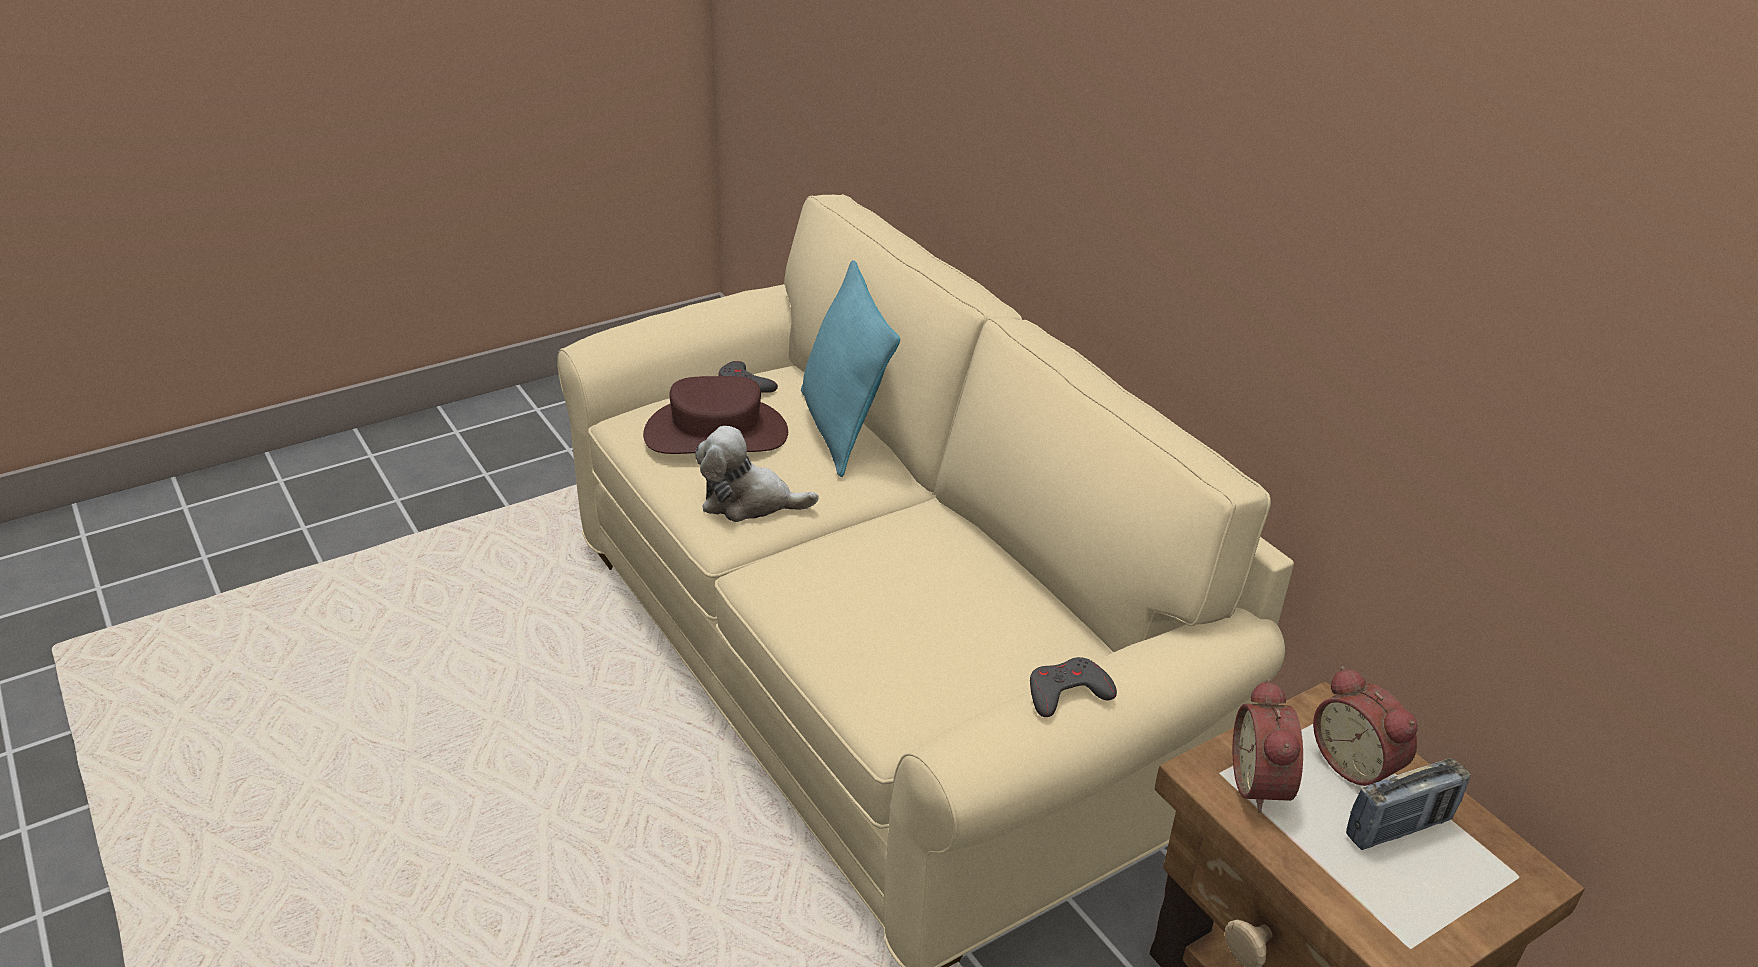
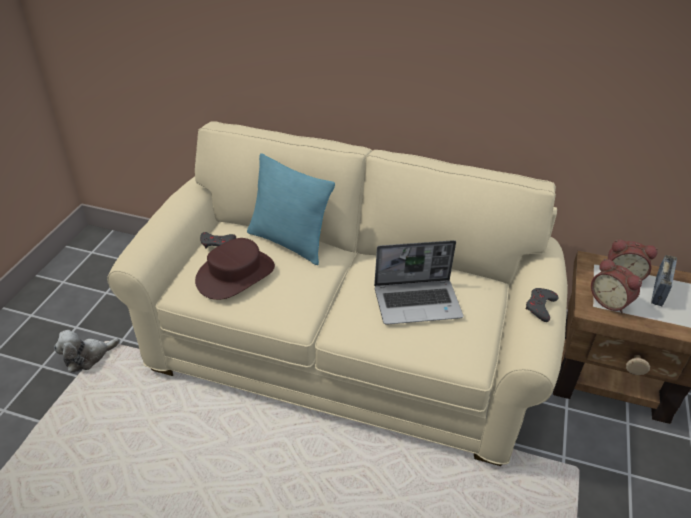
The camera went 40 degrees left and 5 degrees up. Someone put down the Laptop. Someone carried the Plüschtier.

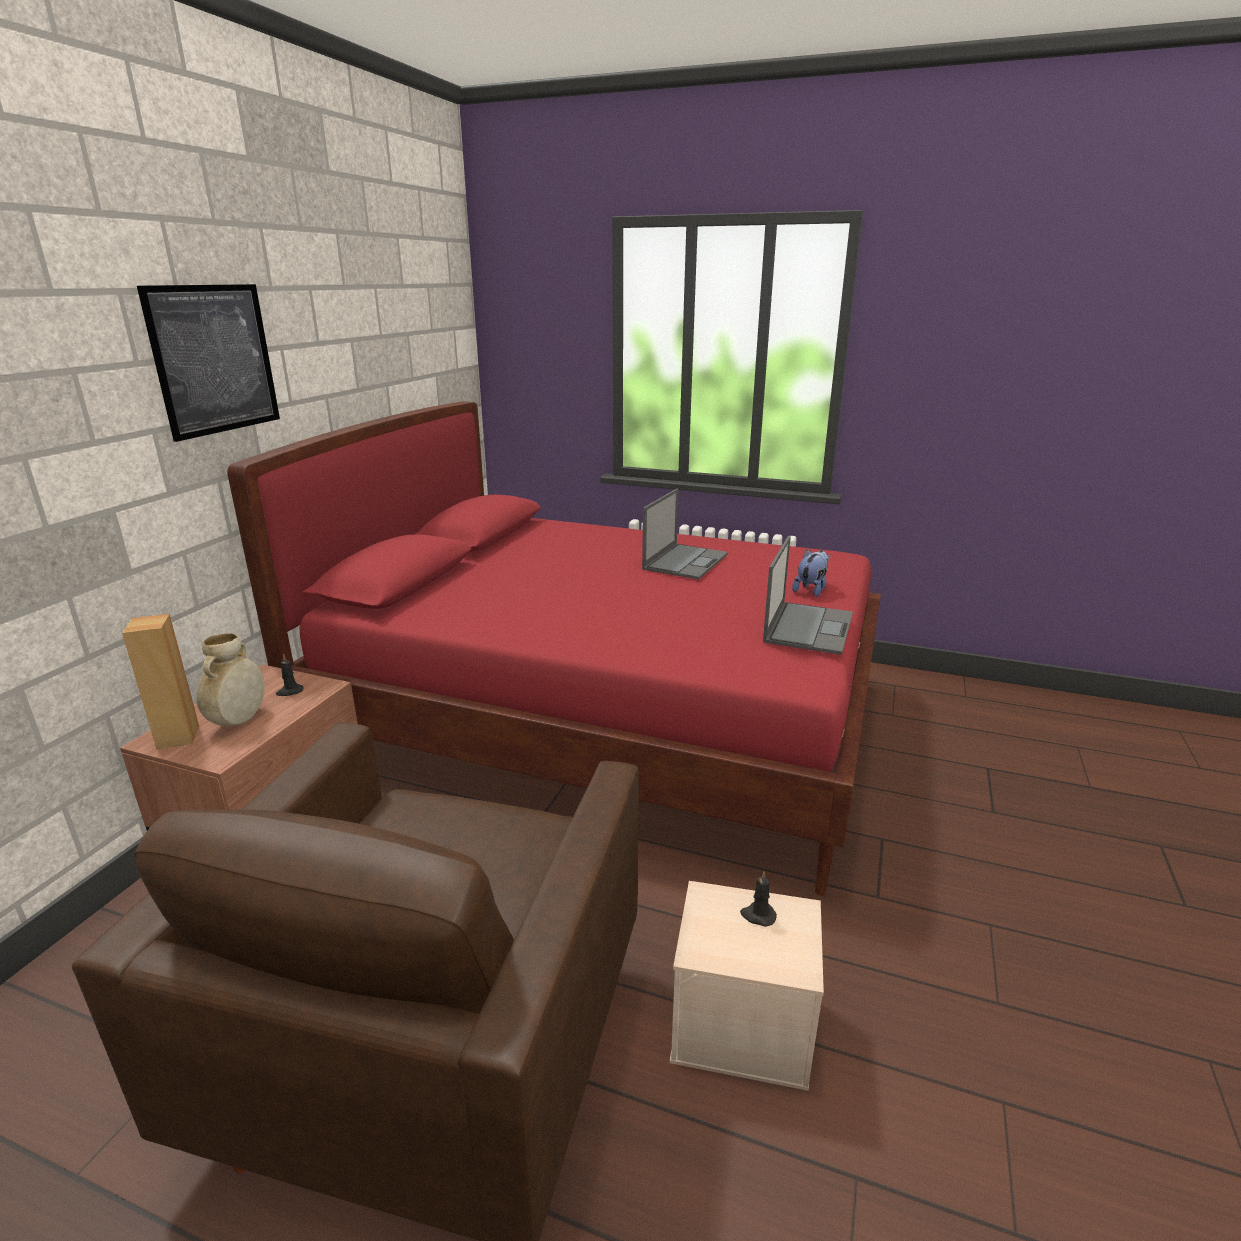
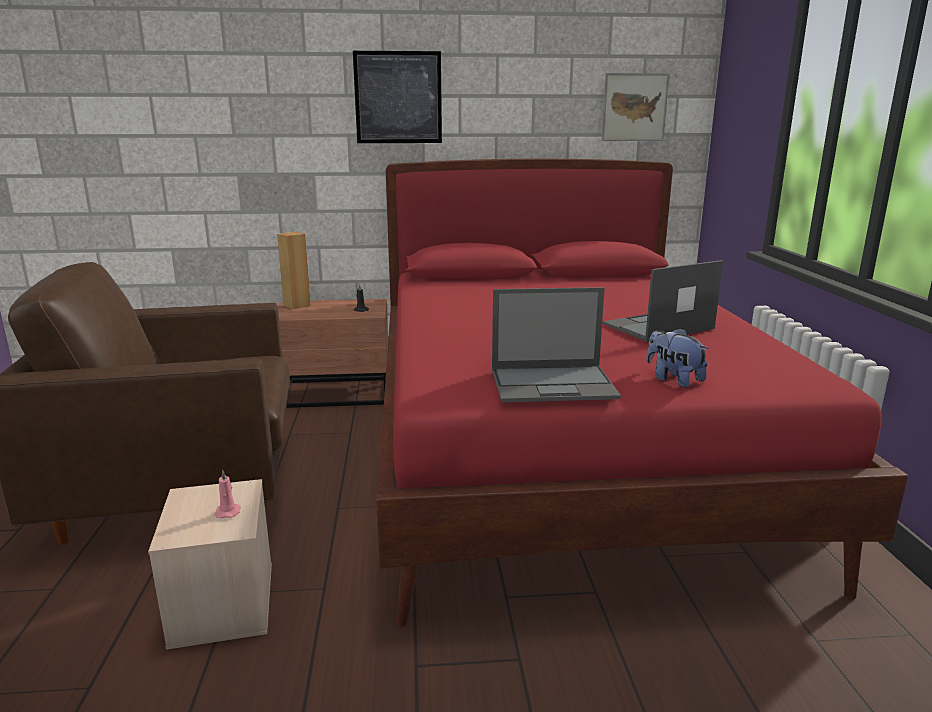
The camera went 65 degrees right and 5 degrees down. Someone took away the Vase [beige]. Someone put up the Bild (2nd from left). Someone repainted the Kerze [schwarz] (2nd from left), which became the Kerze [rosa]. Someone rotated the Laptop (1st from left in the first image) by 150 degrees clockwise. Someone rotated the Plüschtier by 135 degrees counterclockwise.

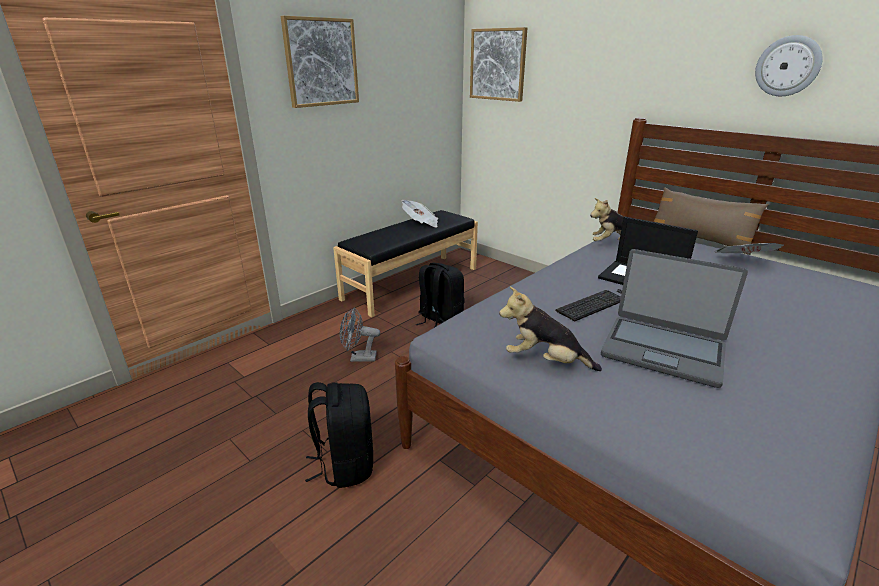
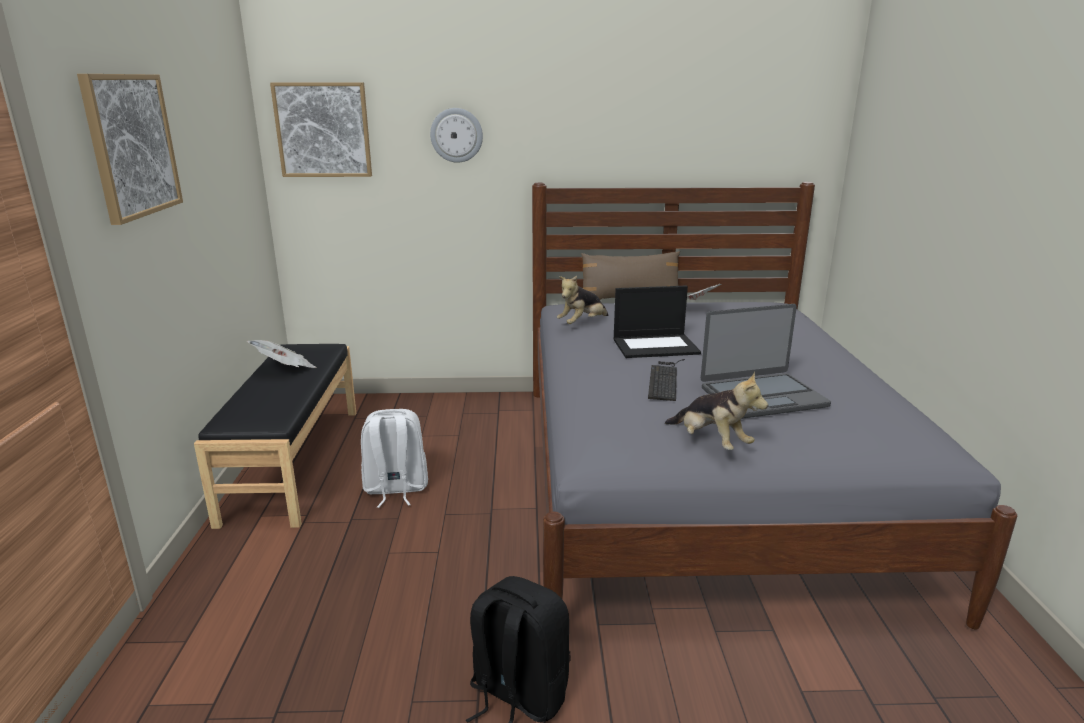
The camera went 45 degrees left and 5 degrees down. Someone took away the Ventilator [grau]. Someone carried the Wanduhr. Someone repainted the Rucksack [schwarz] (2nd from left), which became the Rucksack [weiß]. Someone rotated the Plüschtier (1st from left in the first image) by 105 degrees counterclockwise.

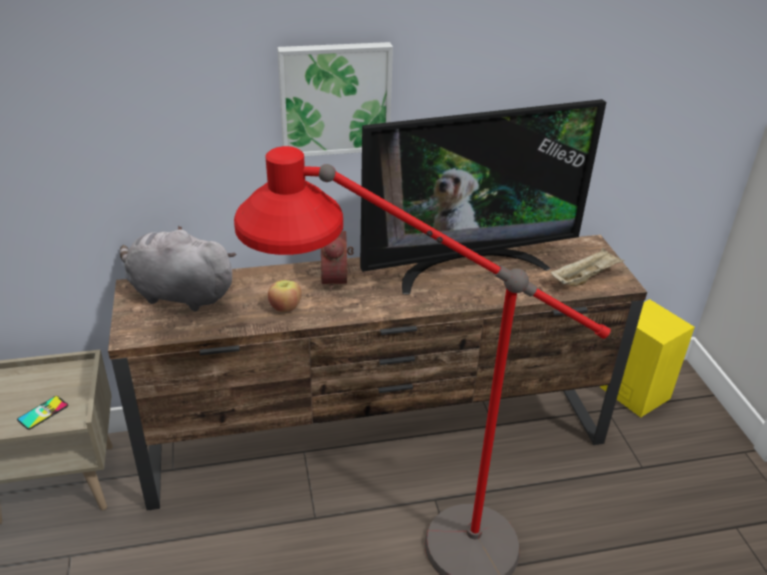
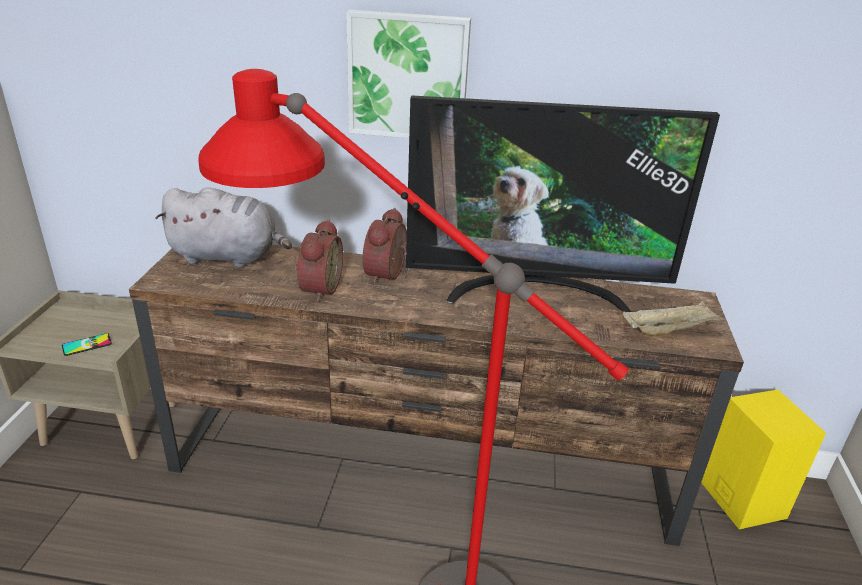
The camera went 20 degrees right and 5 degrees down. Someone swapped the Apfel for the Wecker (1st from left). Someone rotated the Plüschtier [grau] by 150 degrees clockwise.

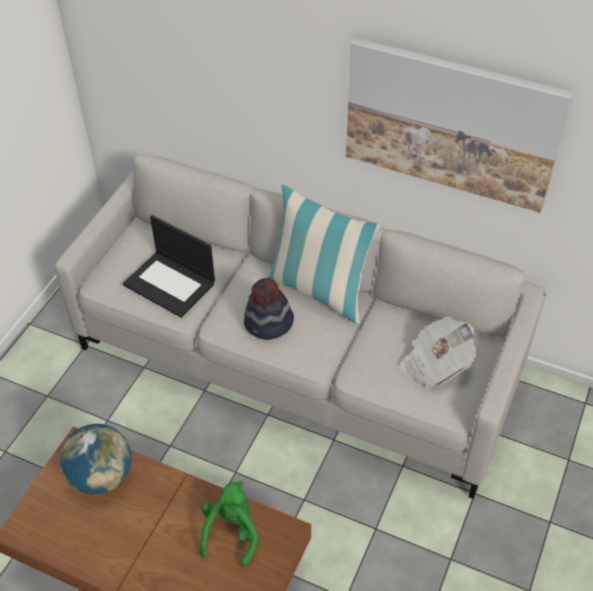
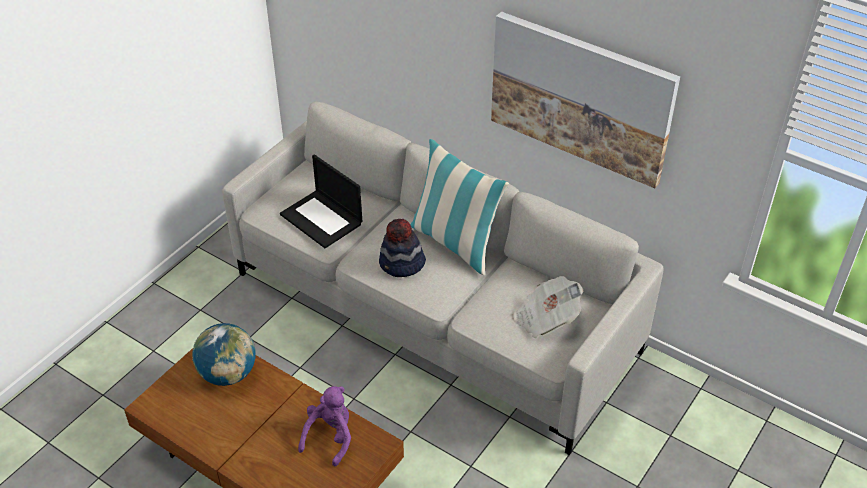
The camera went 10 degrees right and 5 degrees down. Someone repainted the Plüschtier [grün], which became the Plüschtier [lila].

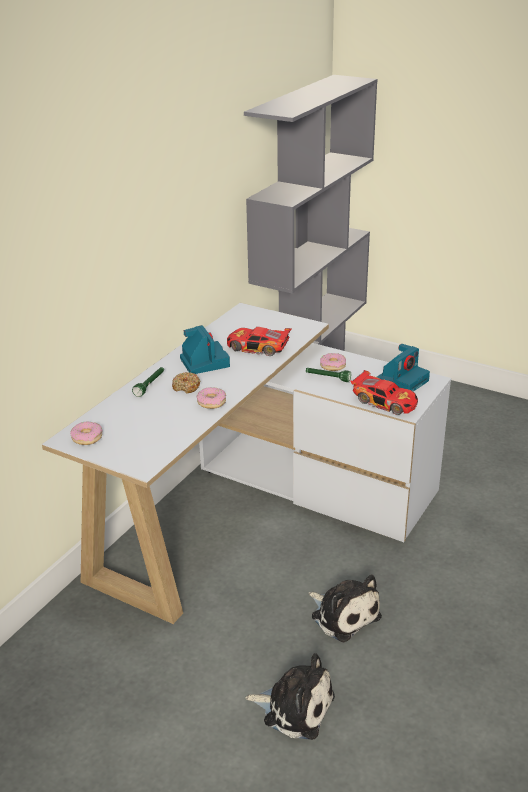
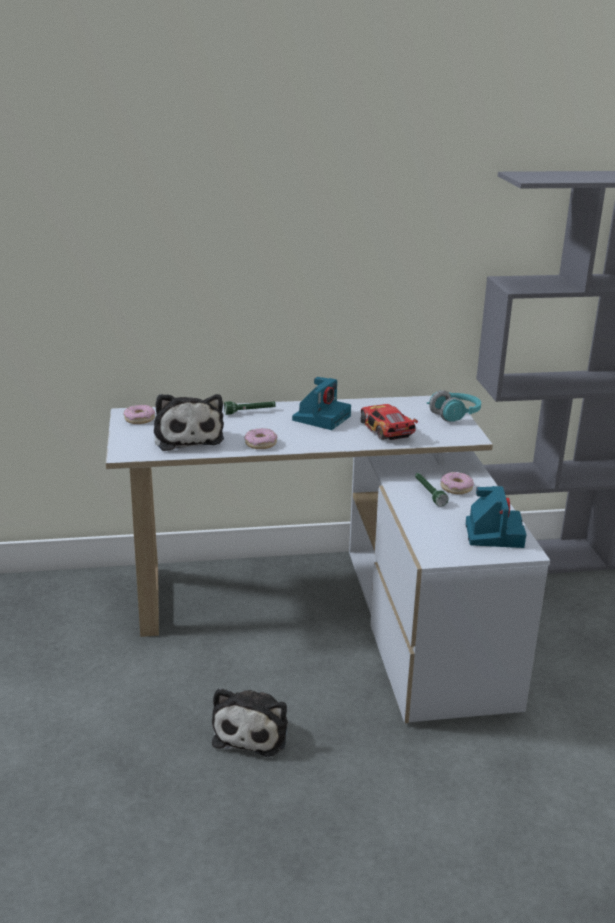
The camera went 50 degrees right and 5 degrees down. Someone took away the Donut (2nd from left). Someone took away the Spielzeugauto (2nd from left). Someone put down the Kopfhörer [türkis]. Someone carried the Plüschtier (1st from left). Someone rotated the Kamera (2nd from left) by 90 degrees counterclockwise.

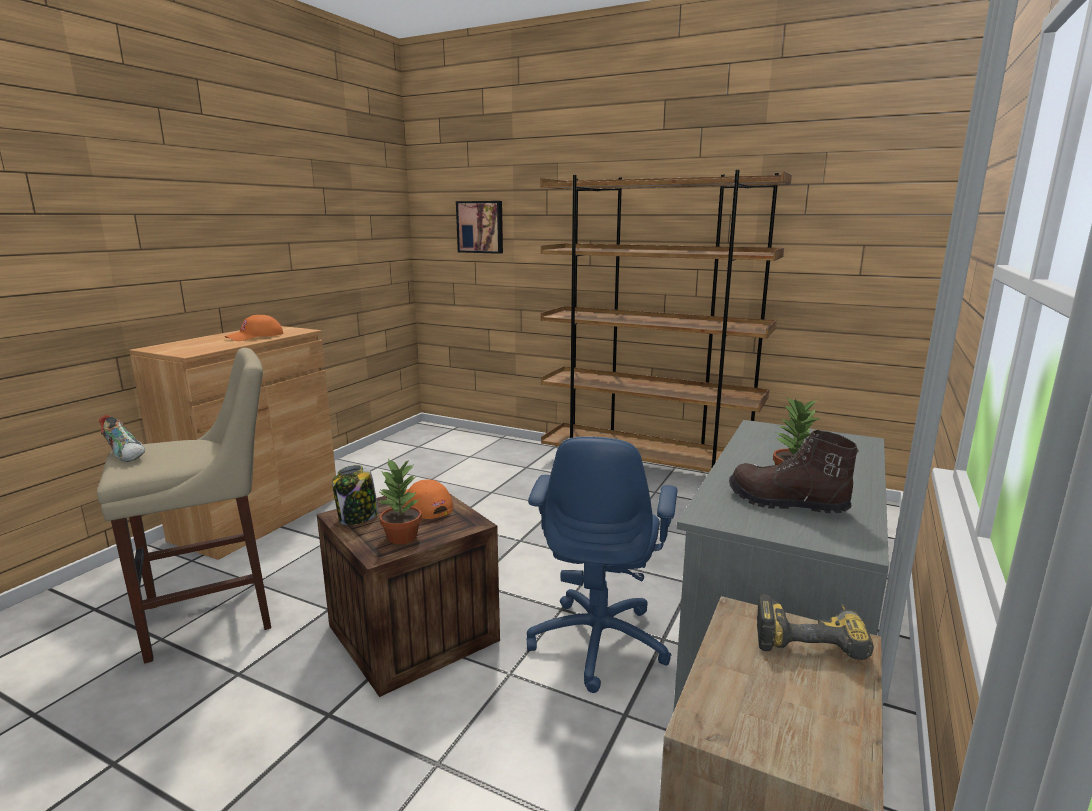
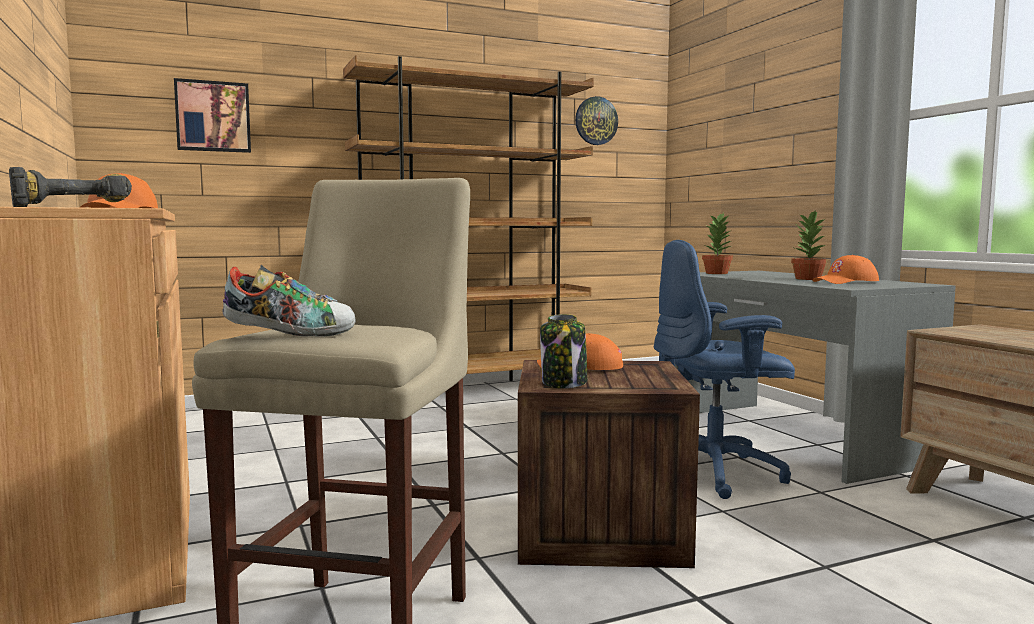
The camera went 50 degrees left and 10 degrees down. Someone put up the Wanduhr. Someone carried the Topfpflanze (1st from left). Someone carried the Bohrmaschine. Someone swapped the Stiefel [braun] for the Kappe [orange] (3rd from left). Someone rotated the Bürostuhl [blau] by 120 degrees clockwise.

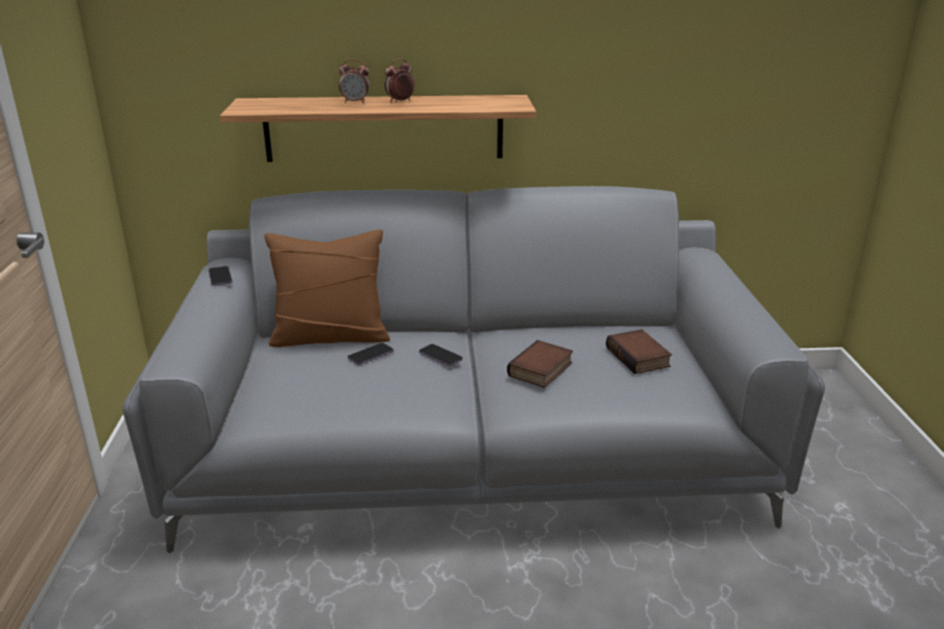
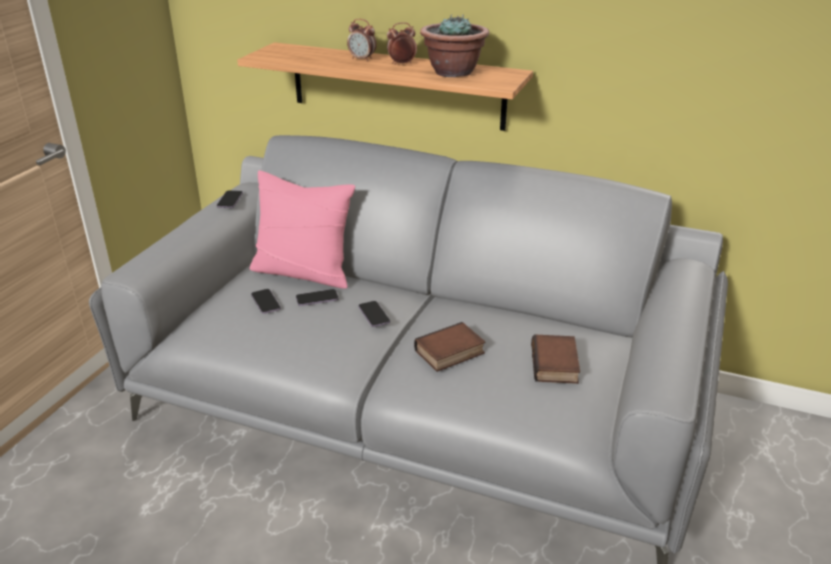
The camera went 25 degrees right and 5 degrees up. Someone put down the Handy (2nd from left). Someone put down the Topfpflanze. Someone repainted the Kissen [braun], which became the Kissen [rosa].

